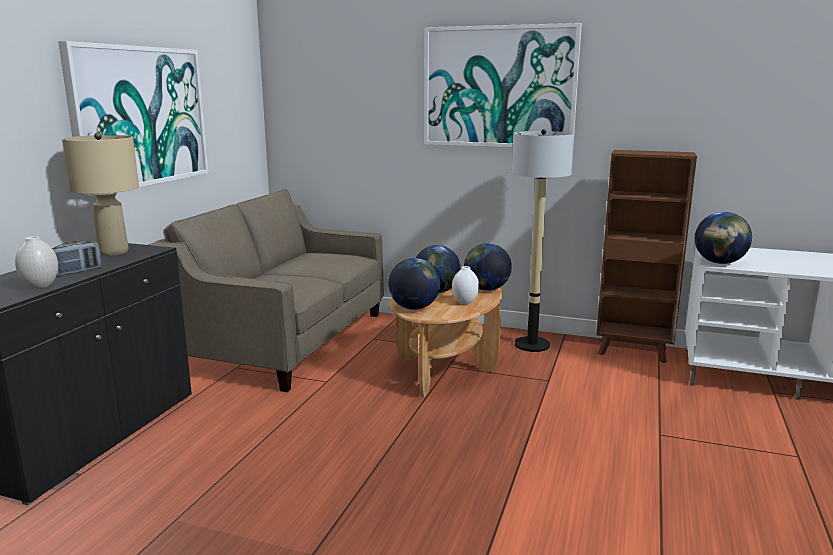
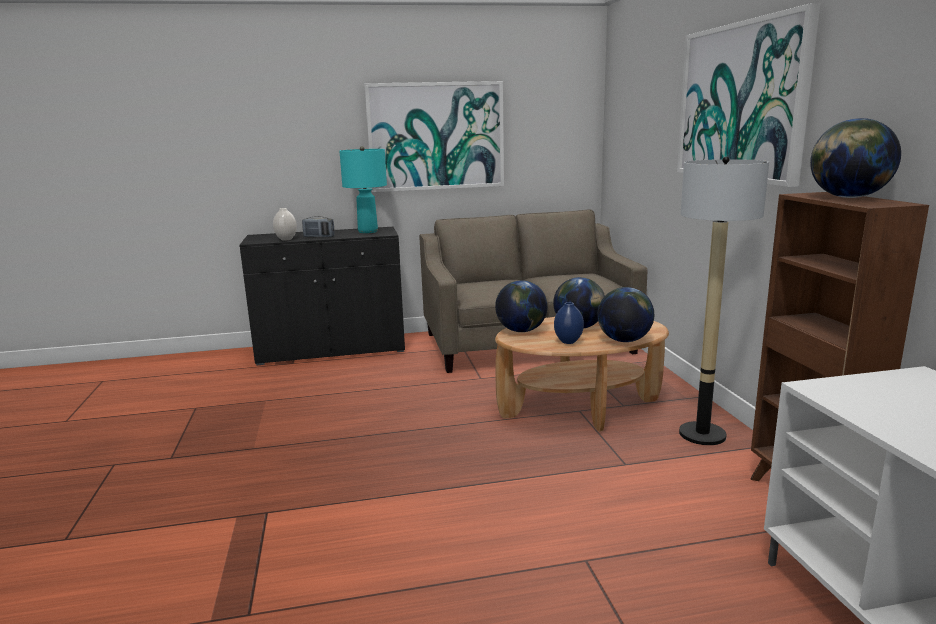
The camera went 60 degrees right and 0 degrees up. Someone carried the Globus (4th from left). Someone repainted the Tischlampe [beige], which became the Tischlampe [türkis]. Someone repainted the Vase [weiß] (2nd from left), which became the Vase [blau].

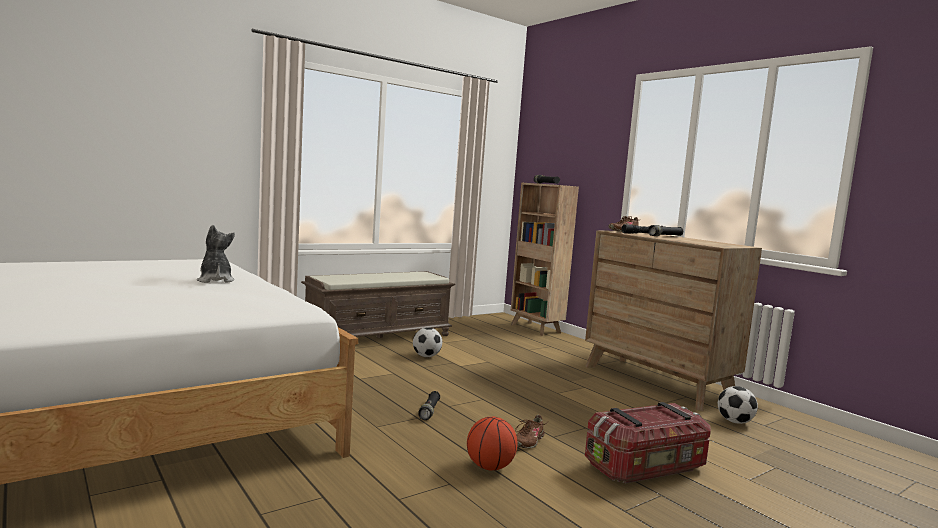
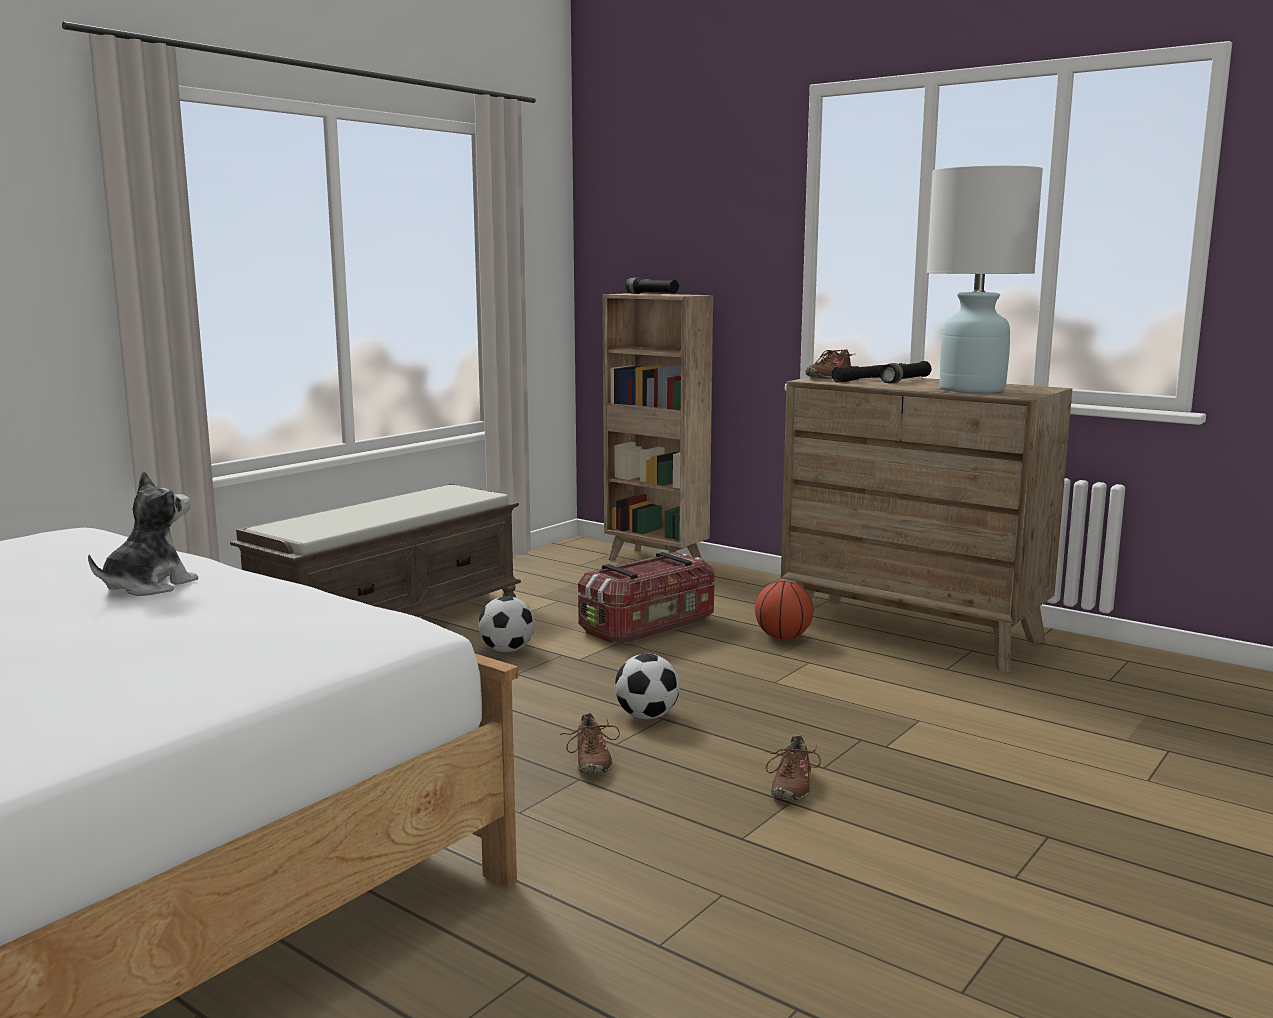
The camera went 15 degrees left and 5 degrees up. Someone put down the Tischlampe [weiß]. Someone carried the Basketball. Someone carried the Aufbewahrungsbox. Someone carried the Fußball (2nd from left). Someone swapped the Taschenlampe [schwarz] (1st from left) for the Schuh [braun] (1st from left). Someone rotated the Plüschtier by 75 degrees clockwise.

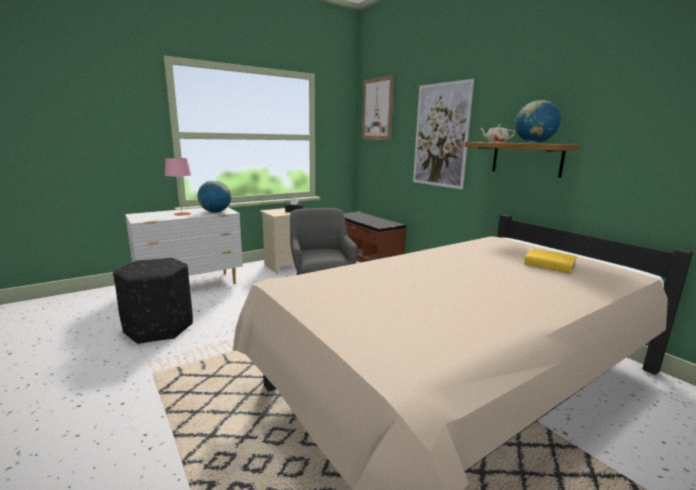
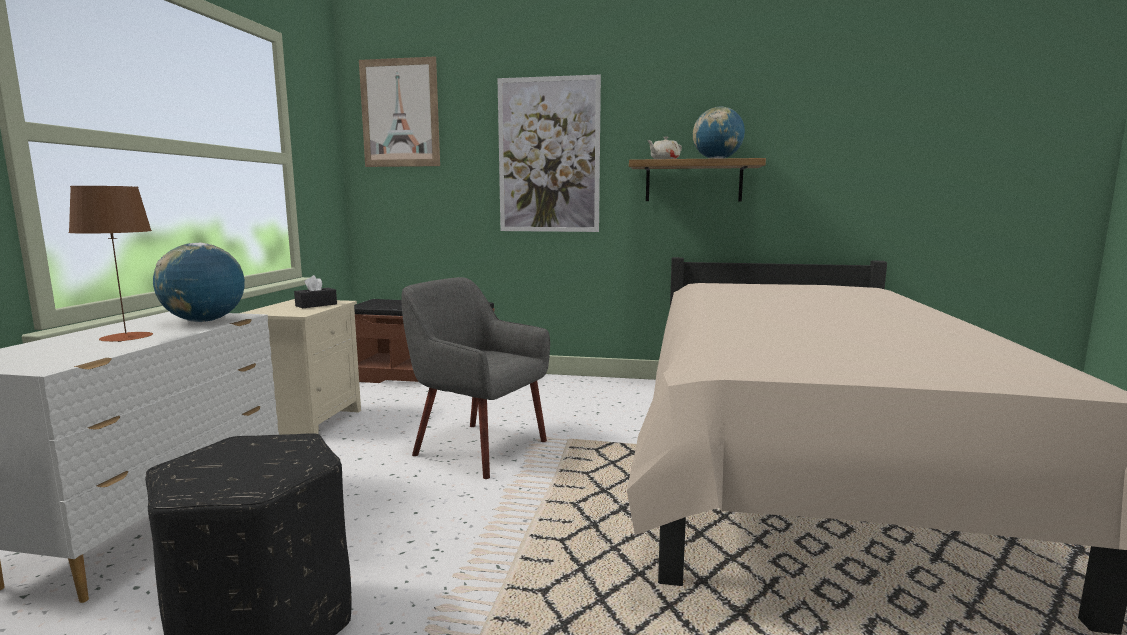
The camera went 45 degrees left and 5 degrees down. Someone took away the Buch [gelb]. Someone repainted the Tischlampe [rosa], which became the Tischlampe [braun].

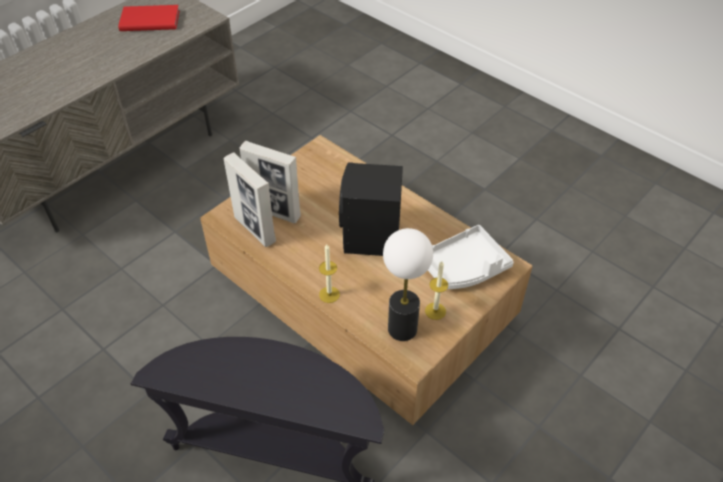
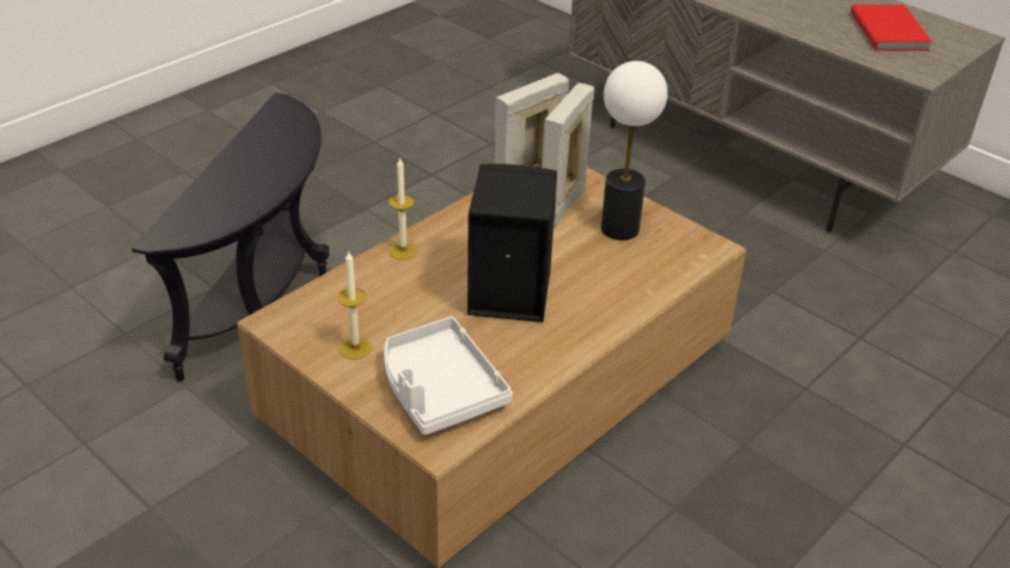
The camera went 90 degrees right and 10 degrees down. Someone carried the Tischlampe.

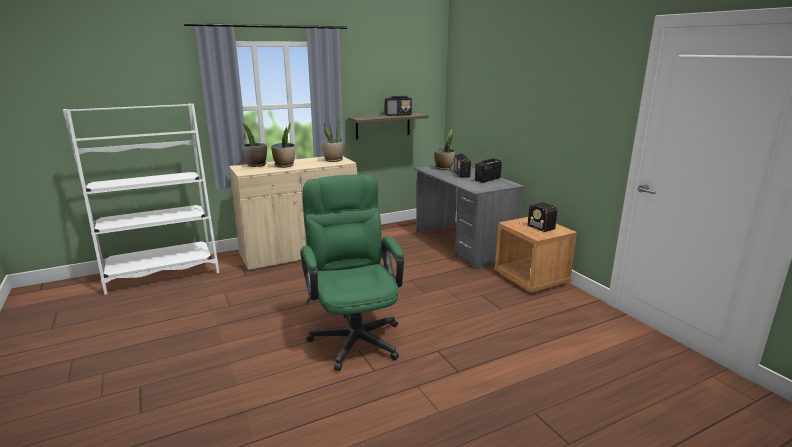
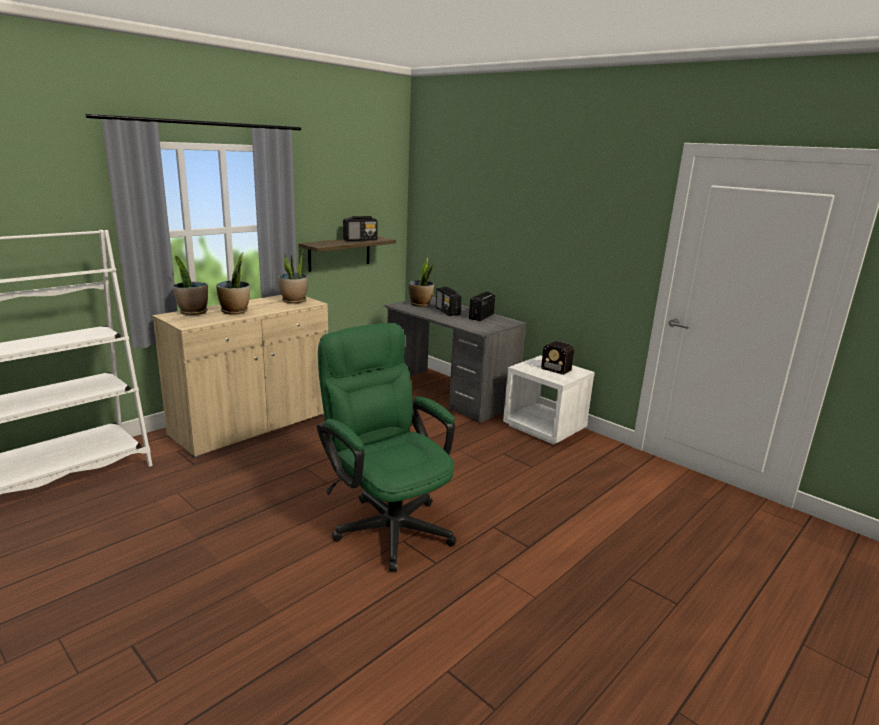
The camera went 20 degrees left and 0 degrees up. Someone repainted the Nachttisch [braun], which became the Nachttisch [weiß].

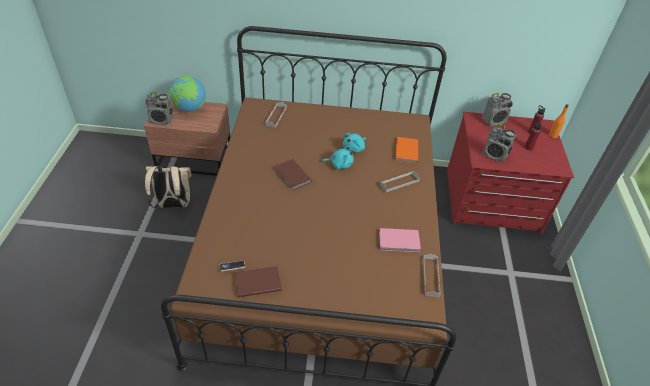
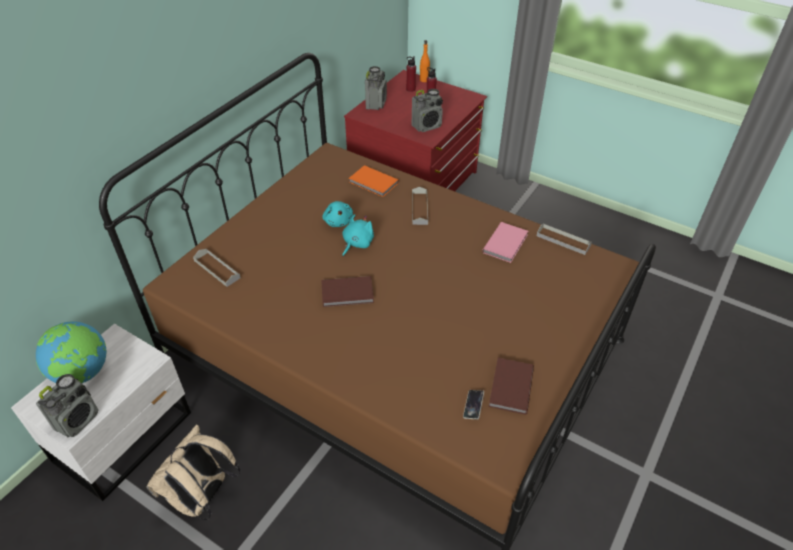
The camera went 60 degrees left and 0 degrees up. Someone repainted the Nachttisch [braun], which became the Nachttisch [weiß].

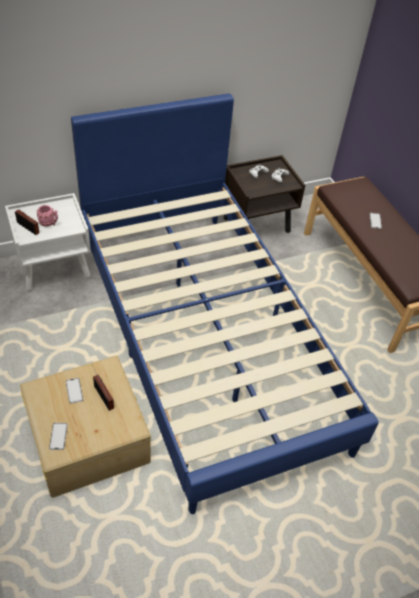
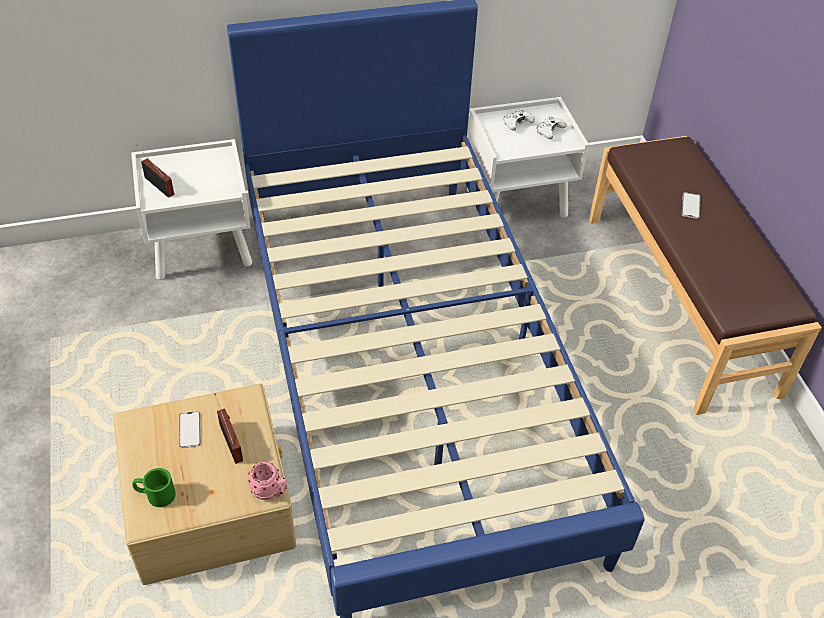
The camera went 10 degrees right and 0 degrees up. Someone carried the Henkelbecher [rosa]. Someone swapped the Handy (1st from left) for the Henkelbecher [grün]. Someone repainted the Nachttisch [braun], which became the Nachttisch [weiß] (2nd from left).

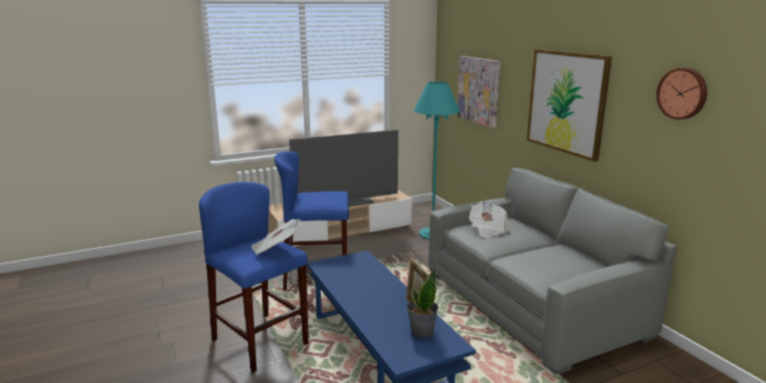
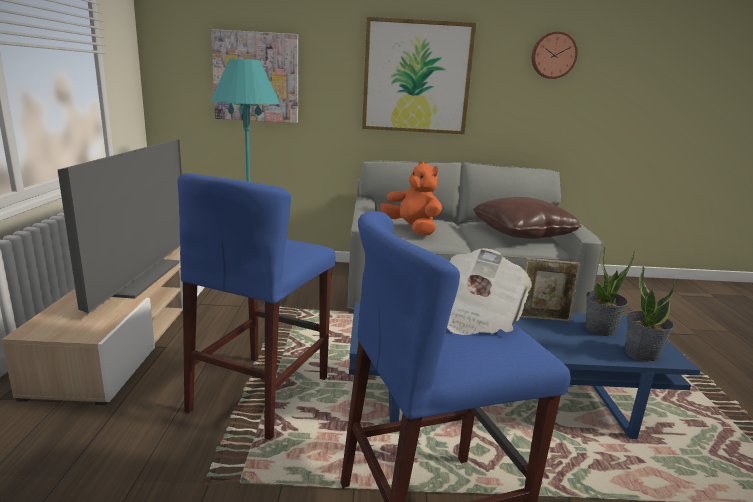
The camera went 65 degrees left and 0 degrees up. Someone put down the Kissen [braun]. Someone put down the Topfpflanze (2nd from left). Someone swapped the Zeitung (2nd from left) for the Plüschtier [orange].

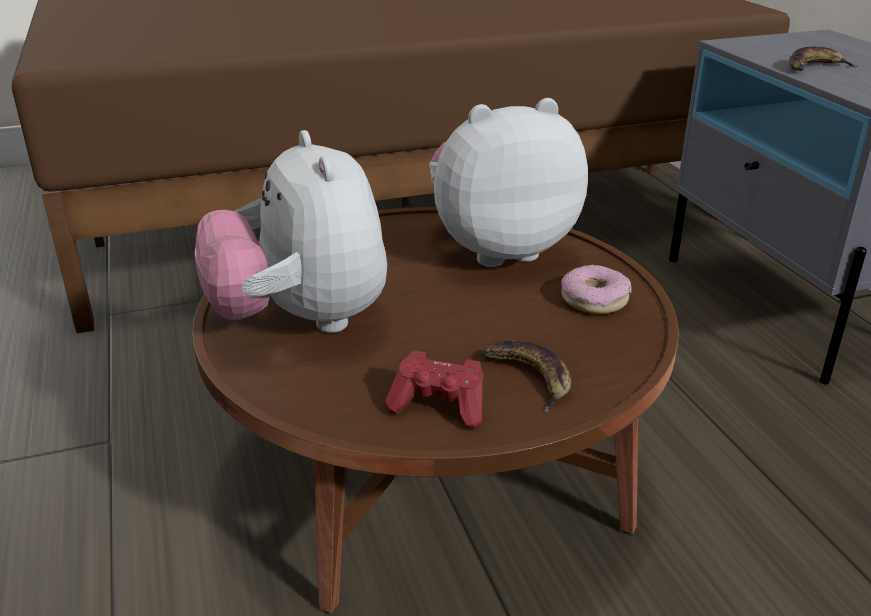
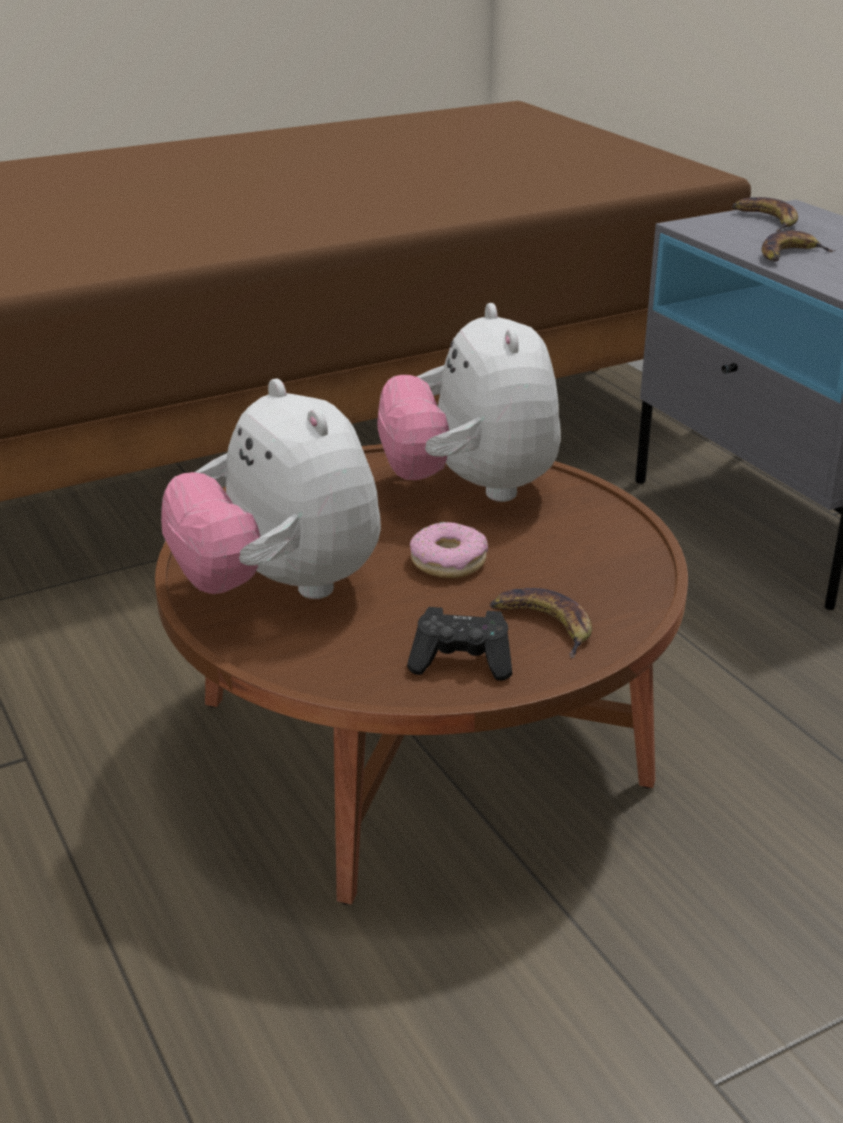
The camera went 10 degrees left and 0 degrees up. Someone put down the Banane (2nd from left). Someone carried the Donut. Someone repainted the Gamepad [rot], which became the Gamepad [schwarz]. Someone rotated the Plüschtier (2nd from left) by 75 degrees counterclockwise.

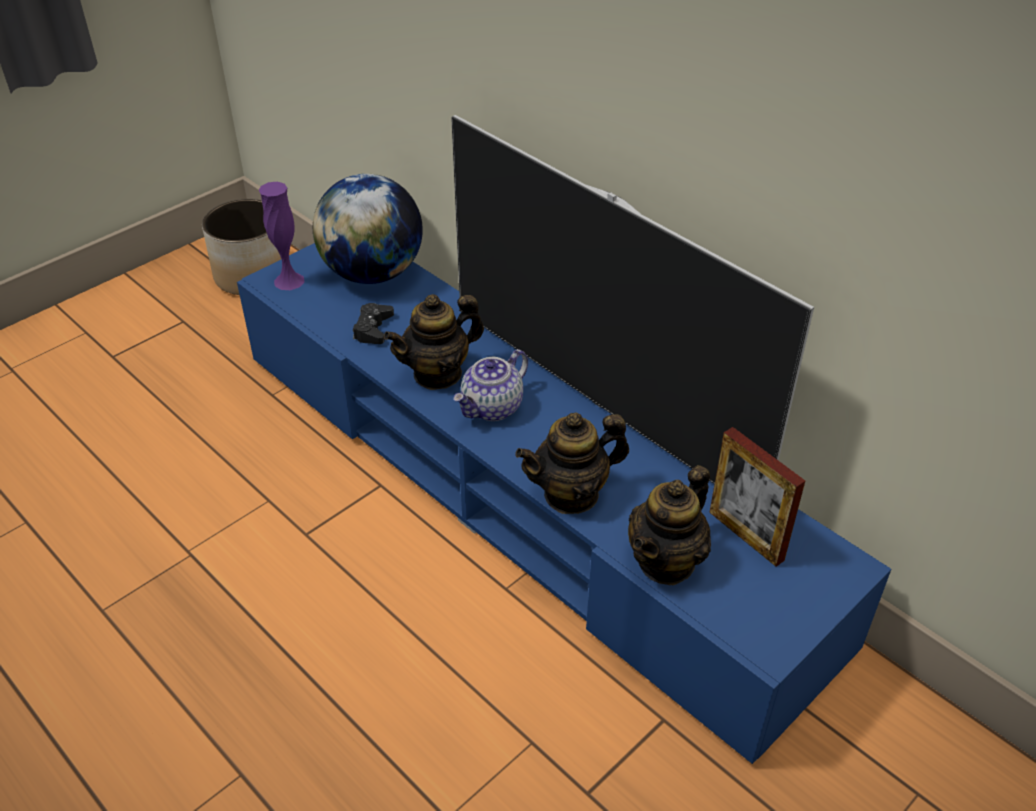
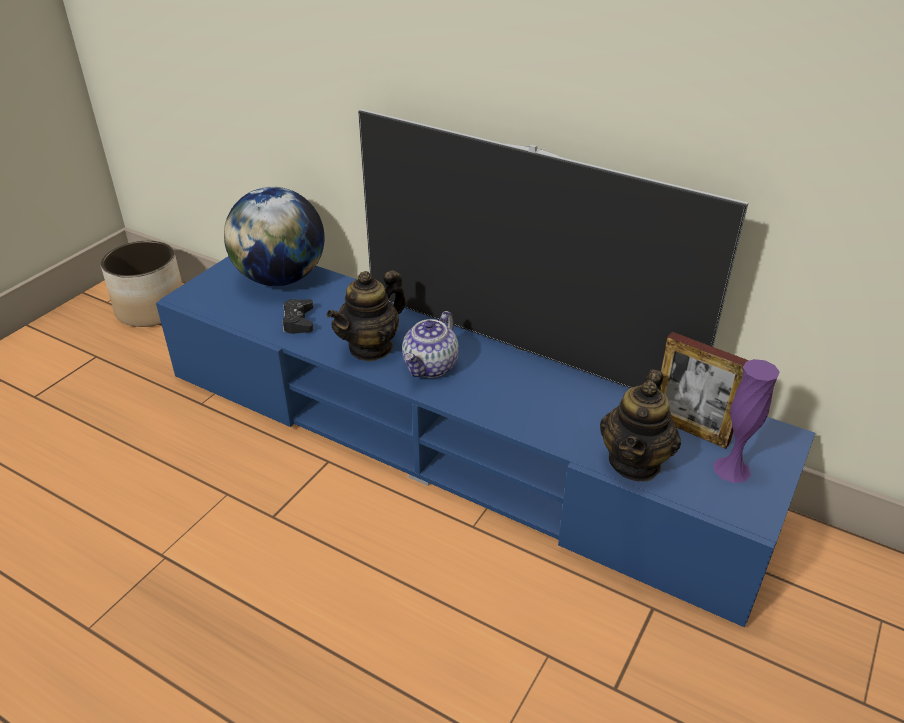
The camera went 15 degrees left and 5 degrees down. Someone took away the Teekanne (3rd from left). Someone carried the Vase [lila].

